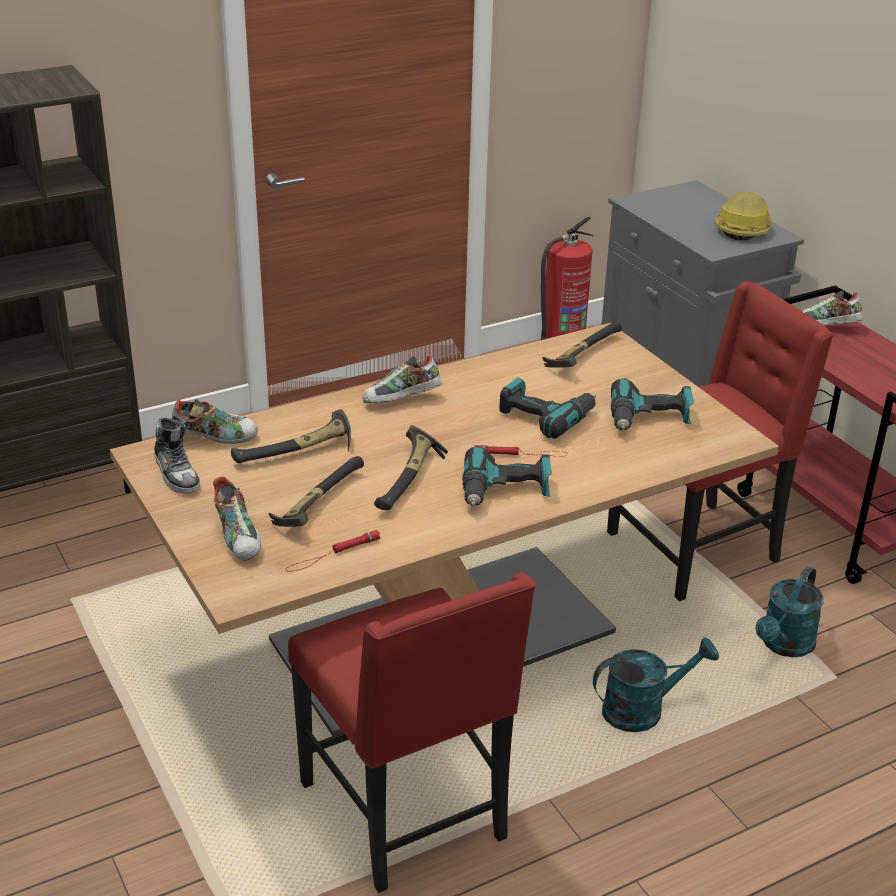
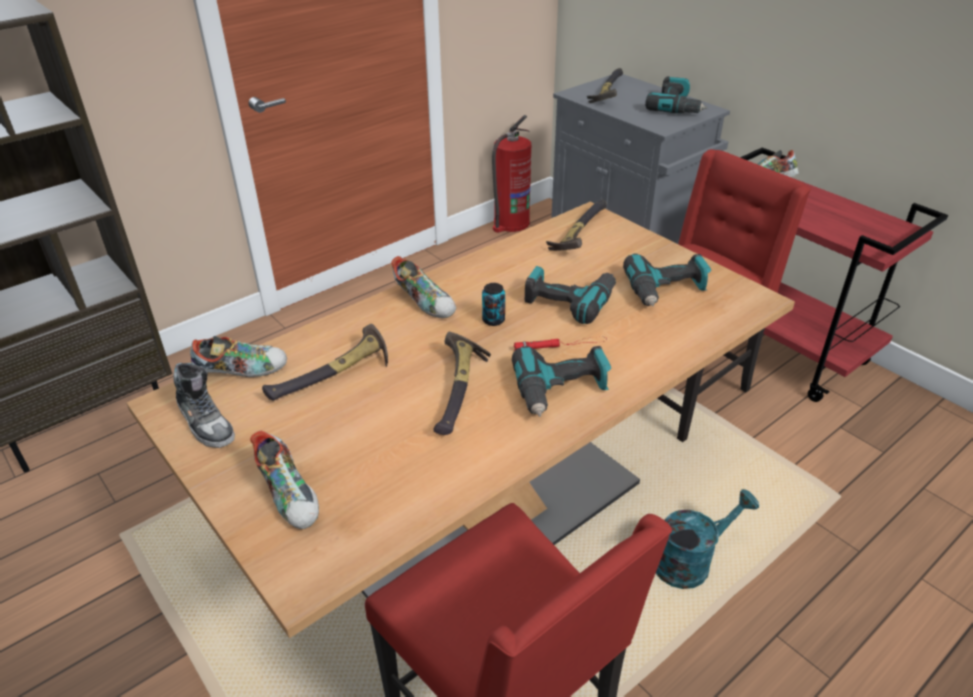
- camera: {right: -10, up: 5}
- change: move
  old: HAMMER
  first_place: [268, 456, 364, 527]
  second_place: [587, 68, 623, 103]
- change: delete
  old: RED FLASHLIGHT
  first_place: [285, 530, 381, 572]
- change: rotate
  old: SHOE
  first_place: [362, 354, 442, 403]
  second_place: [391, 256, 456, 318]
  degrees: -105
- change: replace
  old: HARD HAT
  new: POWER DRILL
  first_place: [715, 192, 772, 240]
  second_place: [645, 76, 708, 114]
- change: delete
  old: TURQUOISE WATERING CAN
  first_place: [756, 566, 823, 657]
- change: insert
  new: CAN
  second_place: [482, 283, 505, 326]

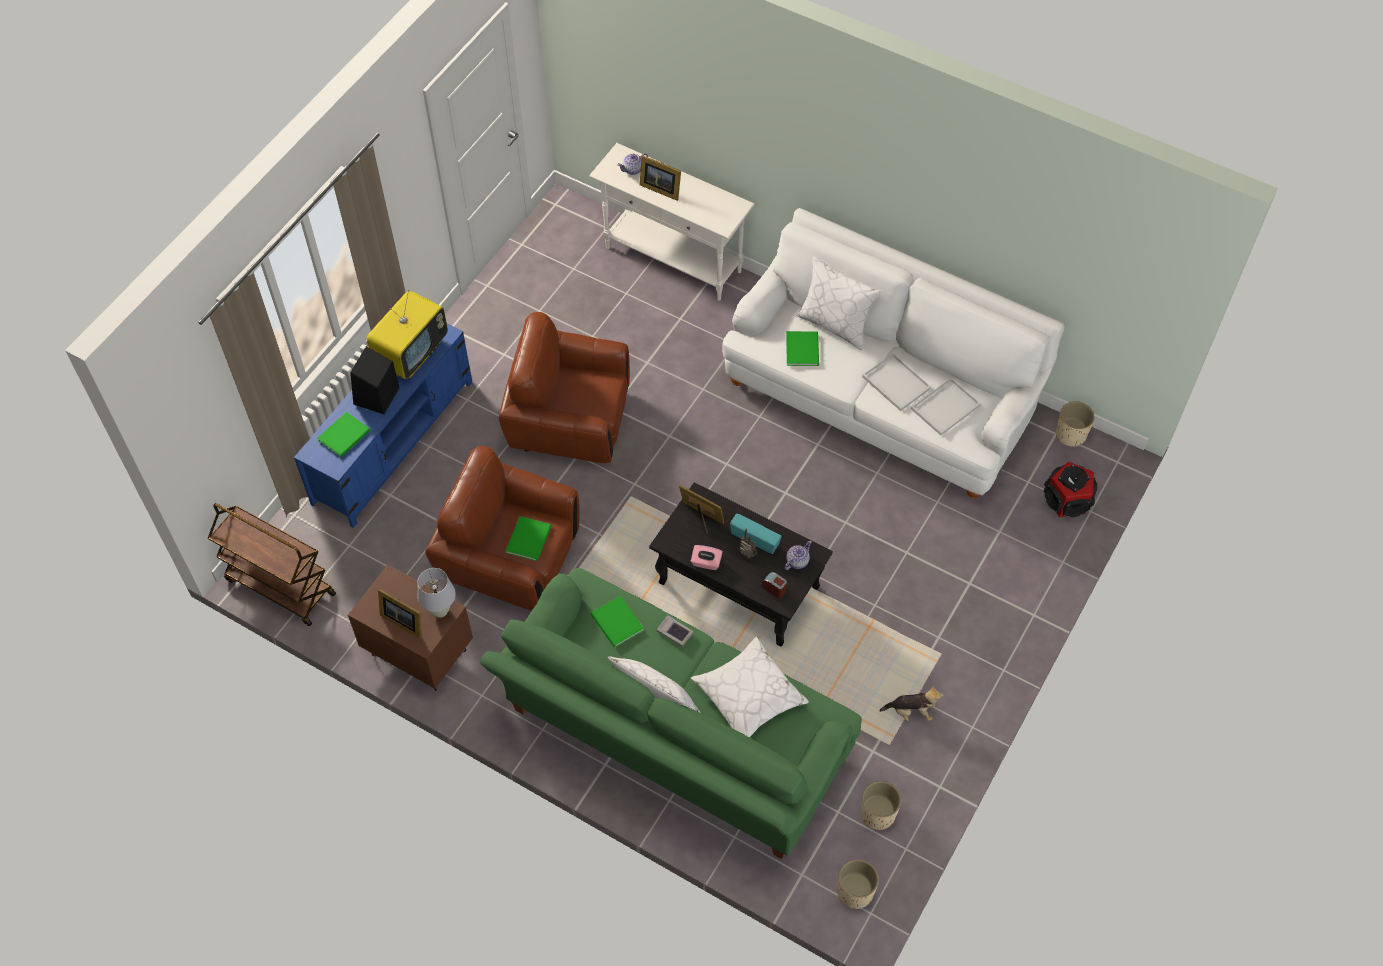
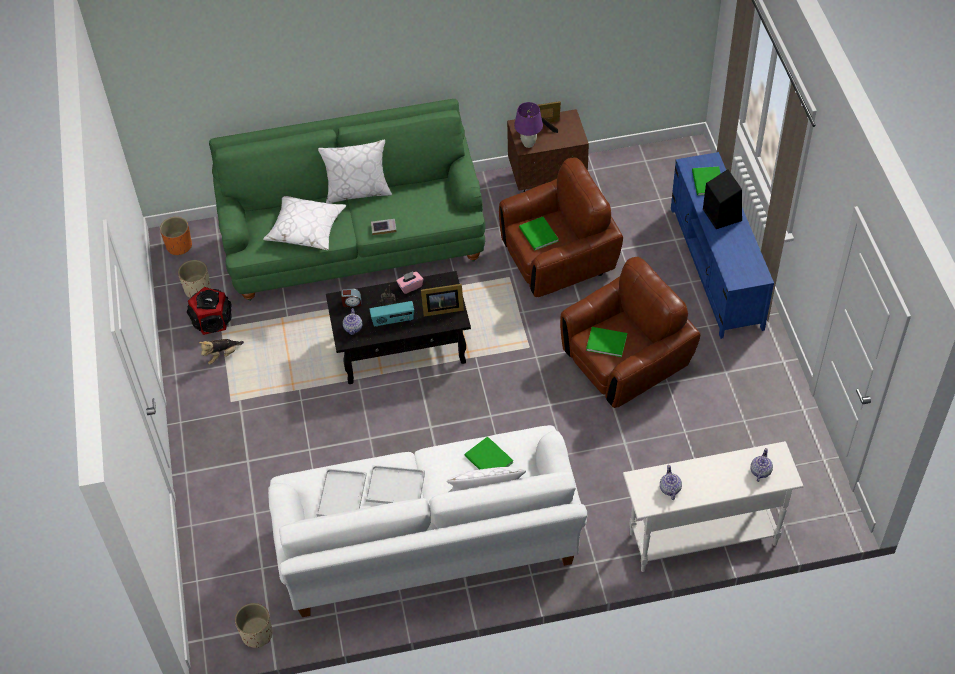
- camera: {right: 140, up: -5}
- change: delete
  old: BROWN CART
  first_place: [208, 503, 336, 626]
- change: delete
  old: TELEVISION
  first_place: [367, 290, 448, 379]
- change: recolor
  old: WHITE TABLE LAMP
  new: PURPLE TABLE LAMP
  first_place: [417, 568, 456, 618]
  second_place: [514, 102, 543, 148]
- change: move
  old: GREEN BOOK
  first_place: [591, 596, 644, 647]
  second_place: [586, 327, 627, 357]
- change: delete
  old: PICTURE FRAME
  first_place: [640, 155, 681, 201]
- change: recolor
  old: BEIGE PLANTER
  new: ORANGE PLANTER
  first_place: [837, 859, 879, 909]
  second_place: [160, 217, 192, 256]
- change: move
  old: SPEAKER
  first_place: [1044, 462, 1097, 517]
  second_place: [187, 287, 232, 335]
- change: insert
  new: TEAPOT
  second_place: [660, 465, 682, 500]

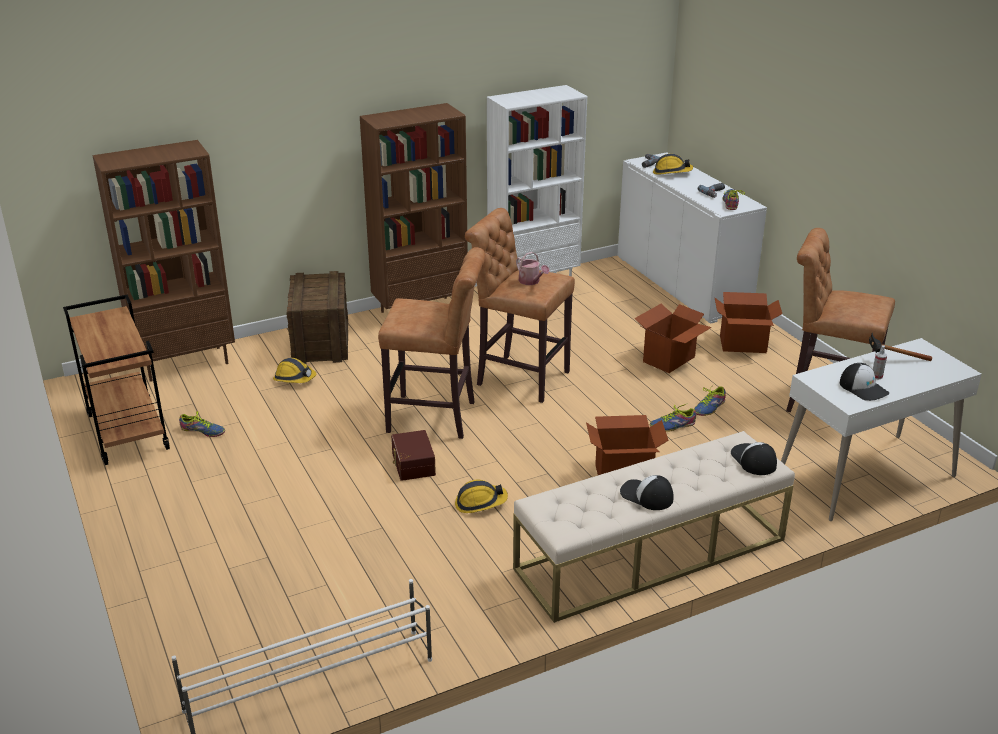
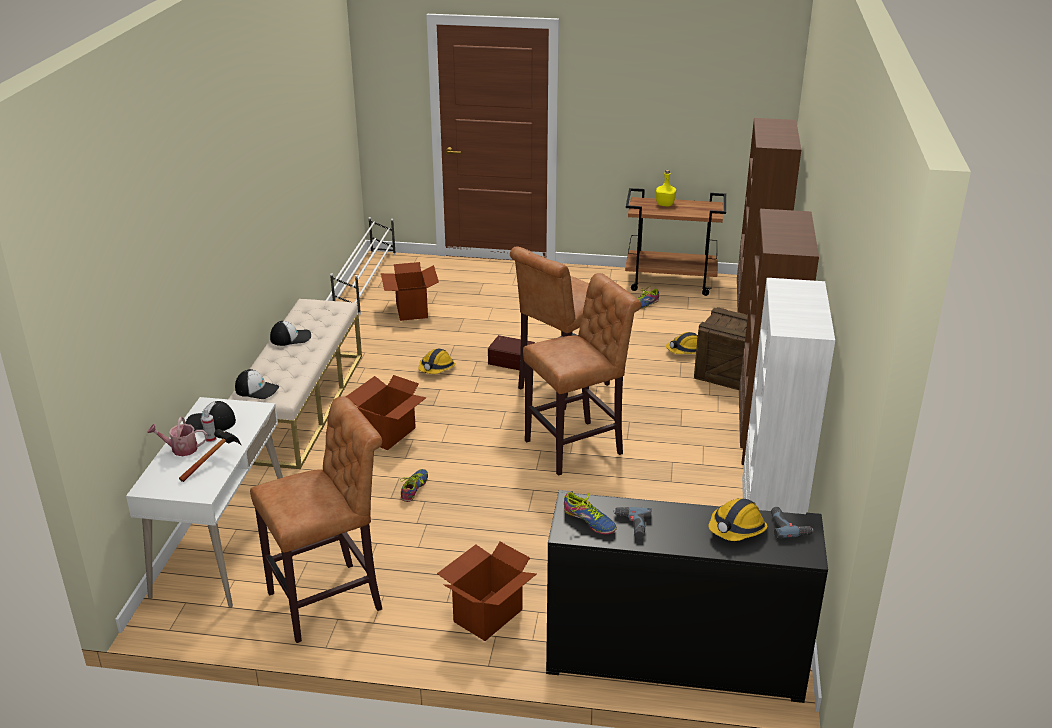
- camera: {right: 125, up: 0}
- change: move
  old: WATERING CAN
  first_place: [516, 252, 550, 285]
  second_place: [148, 417, 207, 456]
- change: recolor
  old: WHITE CABINET
  new: BLACK CABINET
  first_place: [618, 152, 767, 324]
  second_place: [546, 490, 828, 703]
- change: move
  old: CARDBOARD BOX
  first_place: [634, 304, 712, 373]
  second_place: [381, 262, 439, 321]
- change: delete
  old: SHOE
  first_place: [694, 384, 726, 416]
- change: insert
  new: YELLOW BOTTLE
  second_place: [656, 170, 676, 206]

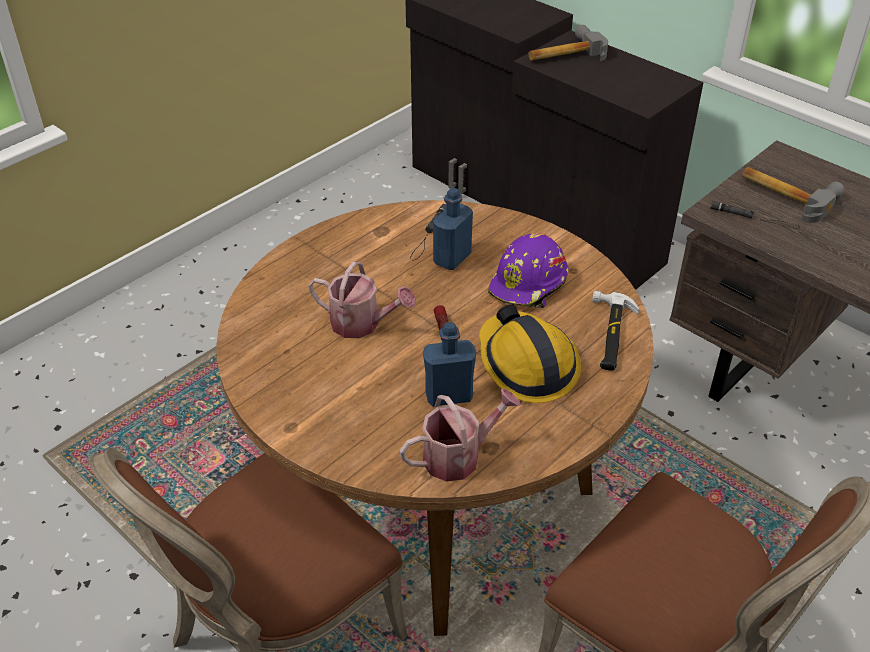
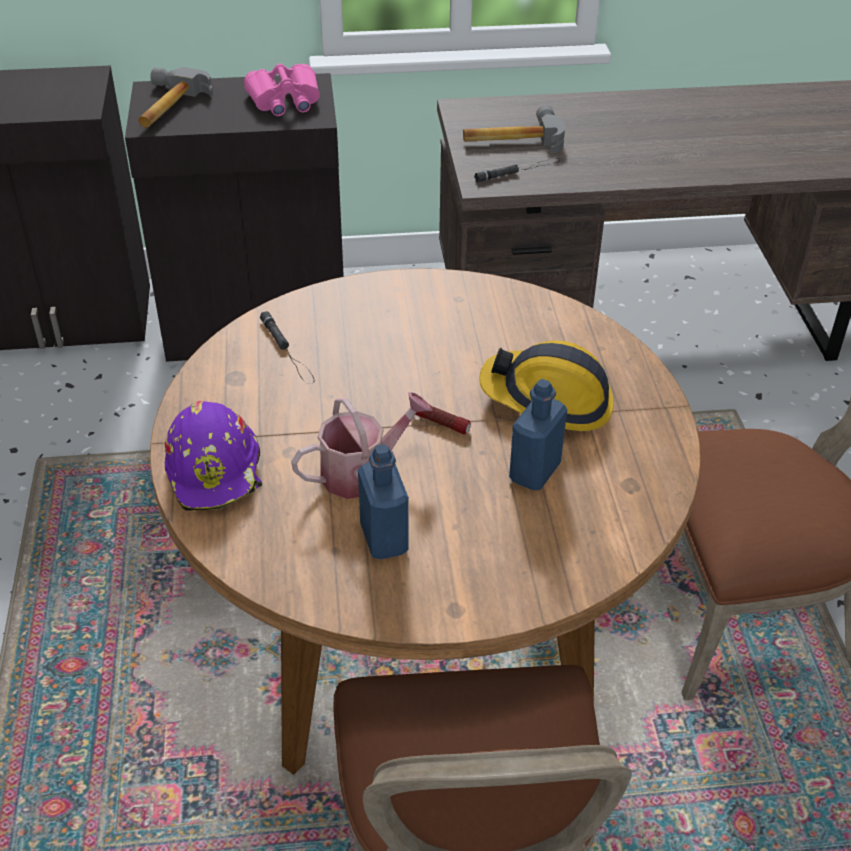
- camera: {right: -50, up: 0}
- change: delete
  old: WATERING CAN
  first_place: [400, 389, 521, 482]
- change: move
  old: BLUE BOTTLE
  first_place: [433, 187, 473, 270]
  second_place: [358, 444, 409, 559]
- change: move
  old: PURPLE HARD HAT
  first_place: [488, 233, 569, 308]
  second_place: [165, 401, 262, 511]
- change: delete
  old: HAMMER
  first_place: [592, 291, 639, 370]
- change: insert
  new: PINK BINOCULARS
  second_place: [244, 64, 320, 116]

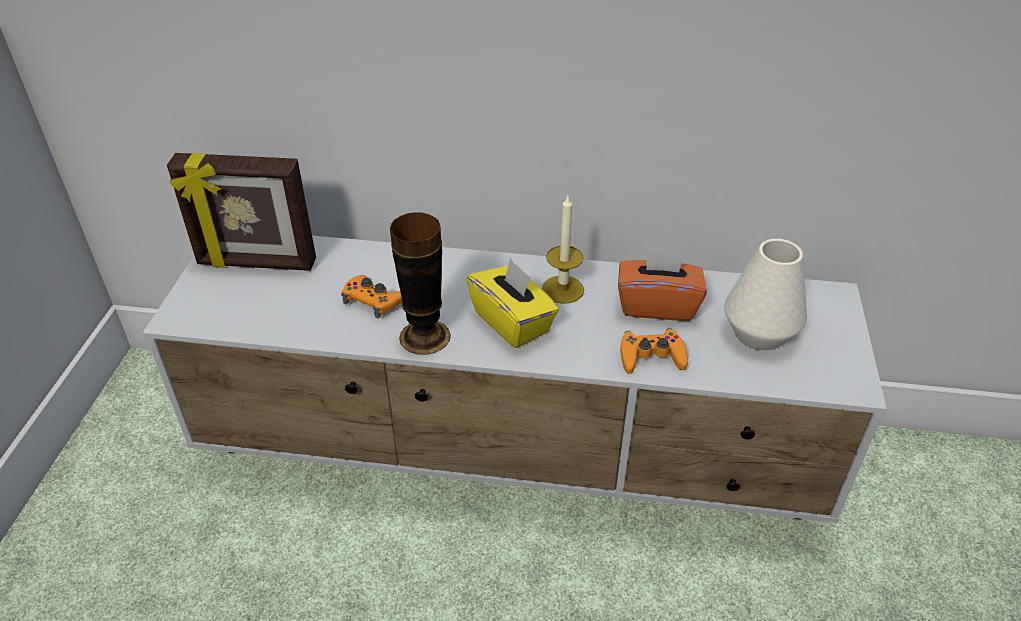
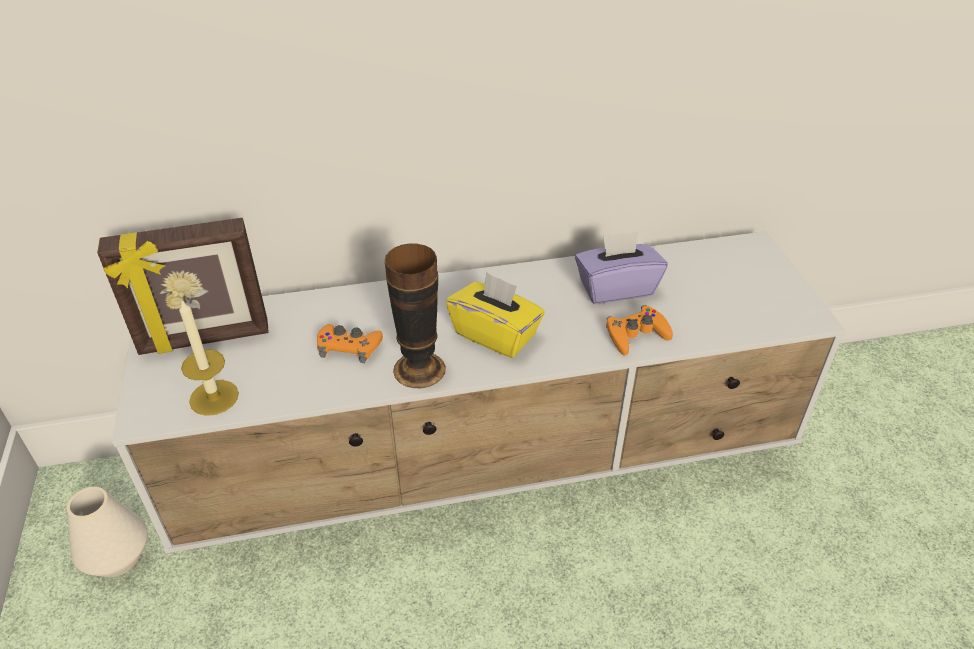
- camera: {right: -20, up: 0}
- change: move
  old: CANDLE
  first_place: [542, 196, 584, 304]
  second_place: [179, 299, 239, 416]
- change: recolor
  old: ORANGE TISSUE BOX
  new: PURPLE TISSUE BOX
  first_place: [618, 247, 707, 321]
  second_place: [575, 231, 667, 304]
- change: move
  old: WHITE VASE
  first_place: [724, 239, 807, 350]
  second_place: [67, 487, 148, 577]

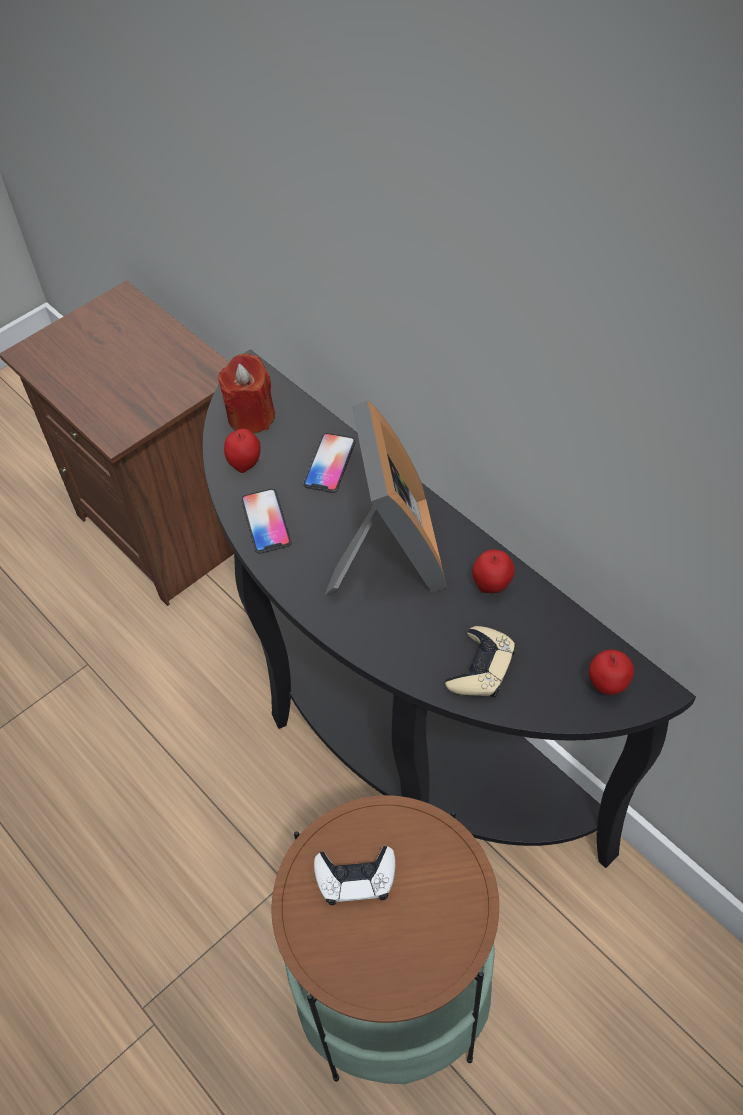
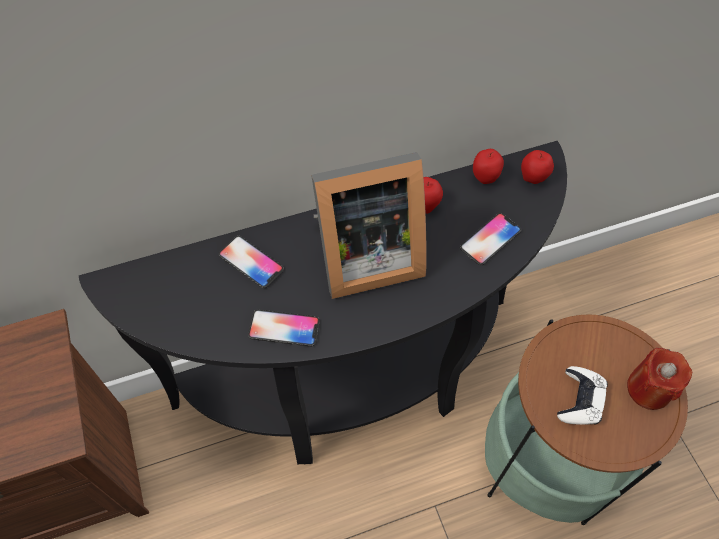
- camera: {right: -70, up: 5}
- change: move
  old: RED CANDLE
  first_place: [218, 354, 275, 434]
  second_place: [627, 348, 692, 410]
- change: move
  old: APPLE
  first_place: [224, 429, 260, 473]
  second_place: [473, 149, 504, 184]
- change: rotate
  old: PICTURE FRAME
  first_place: [325, 400, 446, 596]
  second_place: [311, 152, 427, 299]
  degrees: 150
- change: replace
  old: BEIGE GAME CONTROLLER
  new: PHONE
  first_place: [445, 626, 516, 698]
  second_place: [460, 213, 521, 265]

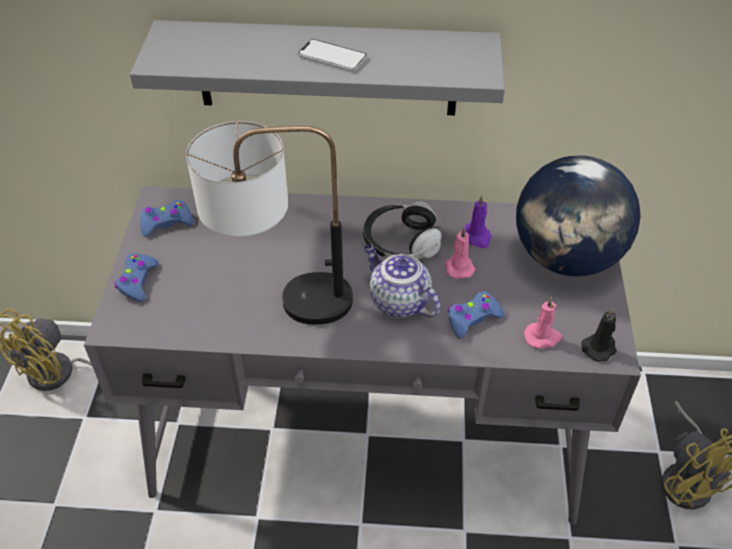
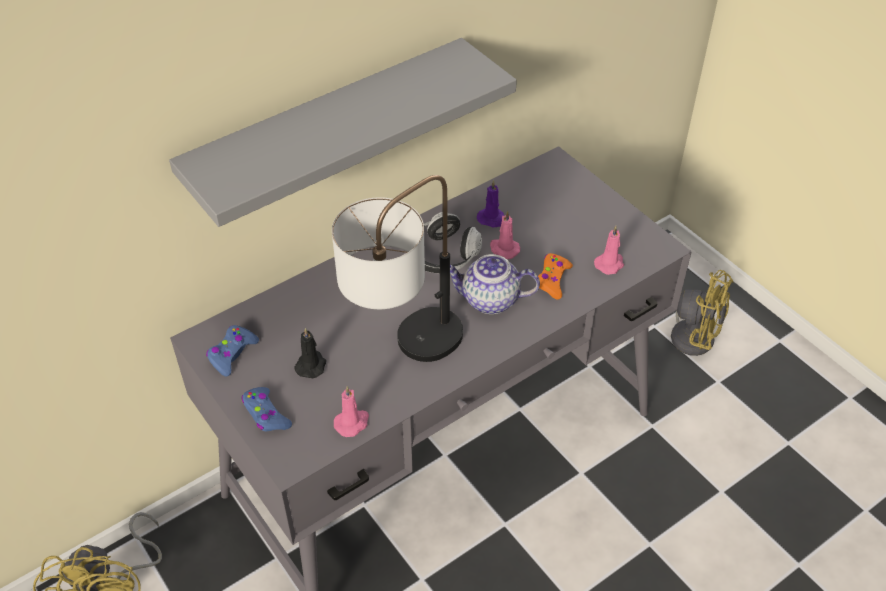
- camera: {right: -40, up: 0}
- change: delete
  old: PHONE
  first_place: [297, 39, 367, 71]
- change: recolor
  old: BLUE GAME CONTROLLER
  new: ORANGE GAME CONTROLLER
  first_place: [448, 291, 505, 339]
  second_place: [538, 253, 573, 300]
- change: delete
  old: GLOBE
  first_place: [516, 156, 641, 277]
- change: move
  old: BLACK CANDLE
  first_place: [581, 308, 617, 361]
  second_place: [294, 328, 326, 378]
- change: insert
  new: PINK CANDLE
  second_place: [334, 386, 369, 437]

